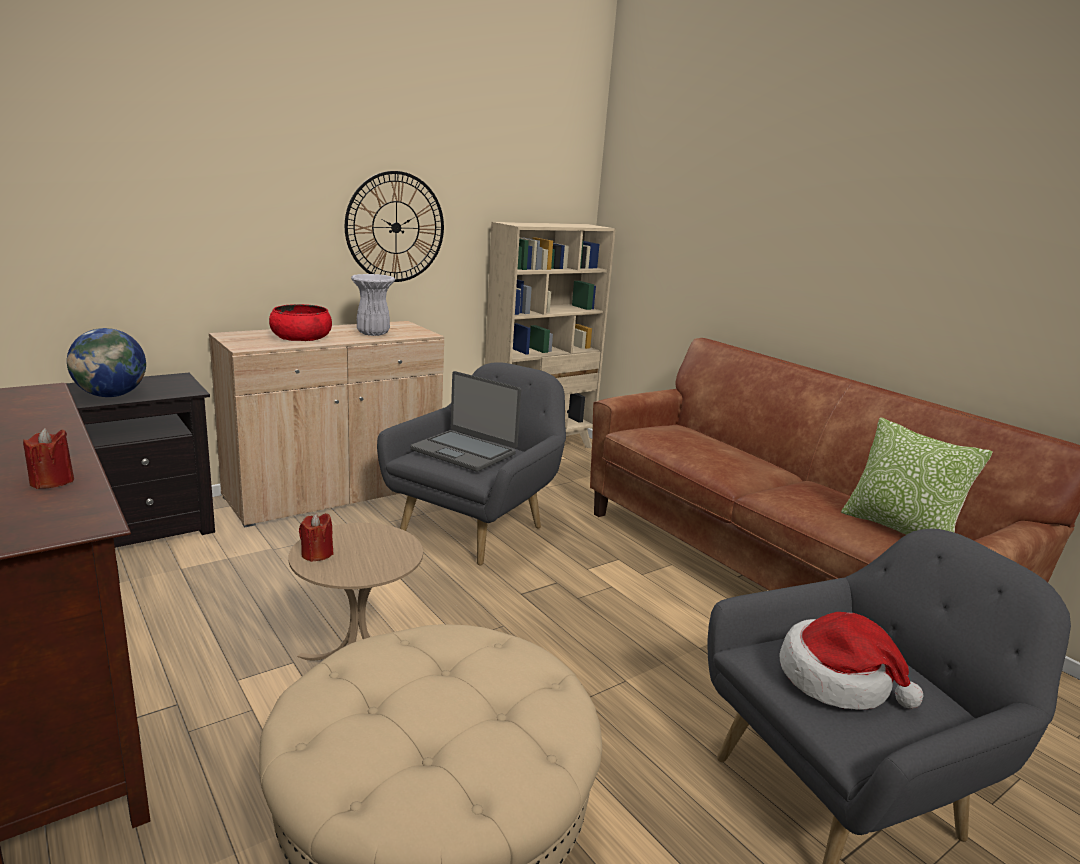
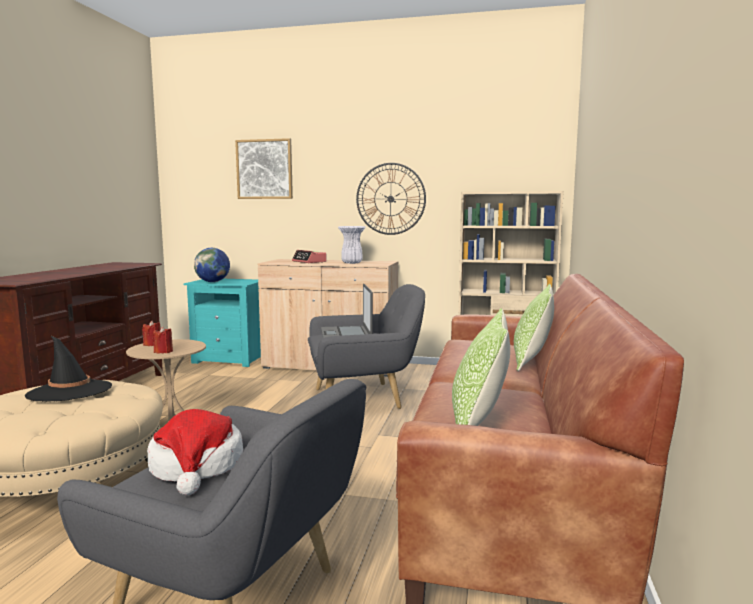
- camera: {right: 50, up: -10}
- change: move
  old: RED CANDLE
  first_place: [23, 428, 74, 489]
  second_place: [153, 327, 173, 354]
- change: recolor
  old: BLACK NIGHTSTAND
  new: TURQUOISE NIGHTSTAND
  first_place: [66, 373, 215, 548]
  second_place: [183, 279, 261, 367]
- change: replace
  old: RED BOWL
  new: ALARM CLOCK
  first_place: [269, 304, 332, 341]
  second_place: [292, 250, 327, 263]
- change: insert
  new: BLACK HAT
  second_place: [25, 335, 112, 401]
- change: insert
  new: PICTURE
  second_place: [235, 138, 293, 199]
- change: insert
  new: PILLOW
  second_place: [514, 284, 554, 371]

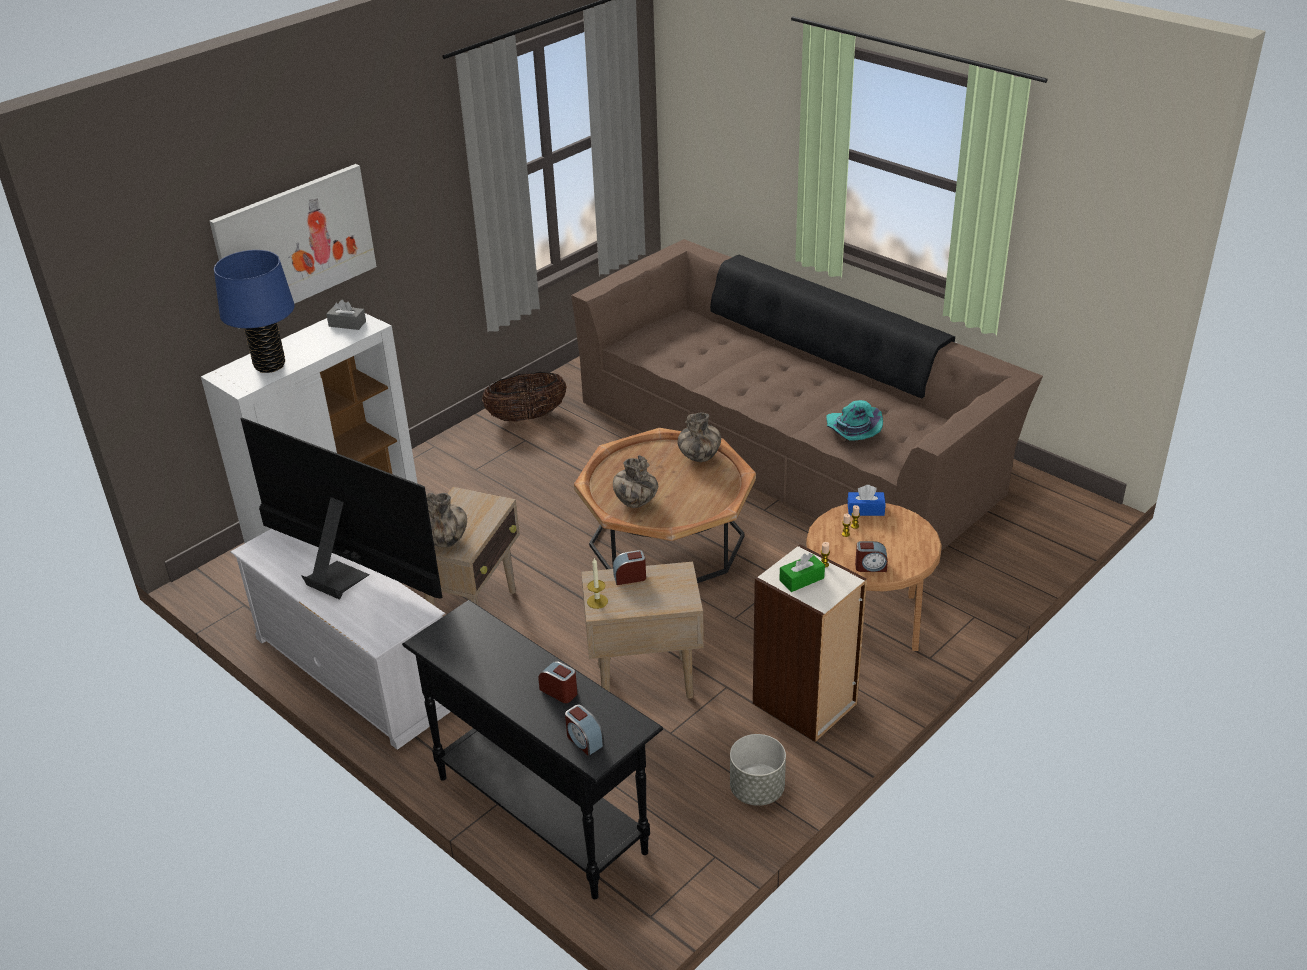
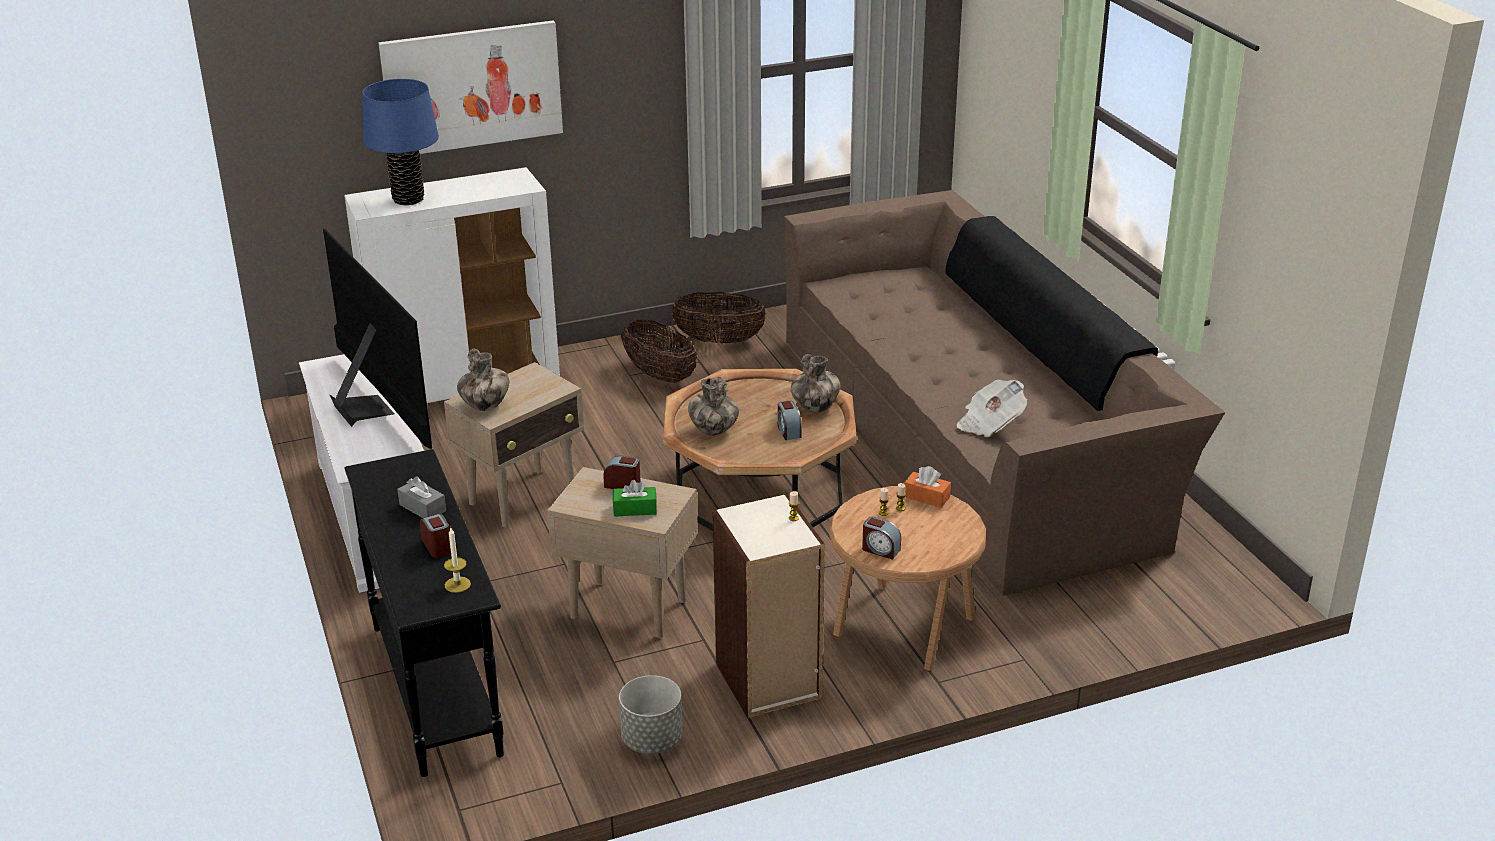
- camera: {right: 25, up: -5}
- change: move
  old: GREY TISSUE BOX
  first_place: [326, 299, 366, 330]
  second_place: [397, 476, 446, 518]
- change: move
  old: ALARM CLOCK
  first_place: [565, 705, 604, 756]
  second_place: [778, 401, 802, 440]
- change: move
  old: CANDLE
  first_place: [587, 558, 608, 609]
  second_place: [444, 528, 471, 593]
- change: move
  old: GREEN TISSUE BOX
  first_place: [779, 553, 825, 592]
  second_place: [613, 480, 657, 517]
- change: replace
  old: TURQUOISE HAT
  new: NEWSPAPER
  first_place: [826, 400, 883, 441]
  second_place: [957, 379, 1027, 437]
- change: recolor
  old: BLUE TISSUE BOX
  new: ORANGE TISSUE BOX
  first_place: [848, 485, 886, 516]
  second_place: [904, 466, 951, 508]
- change: insert
  new: BASKET
  second_place: [621, 320, 698, 383]

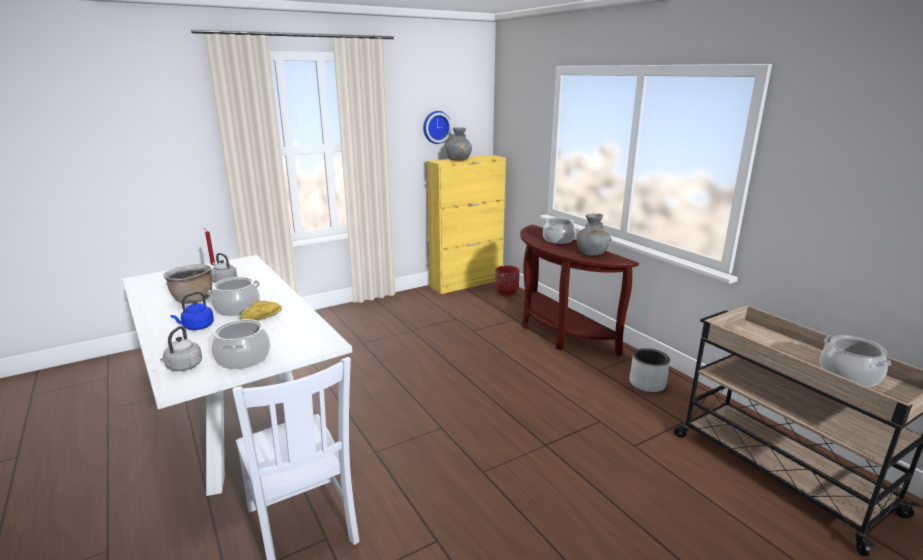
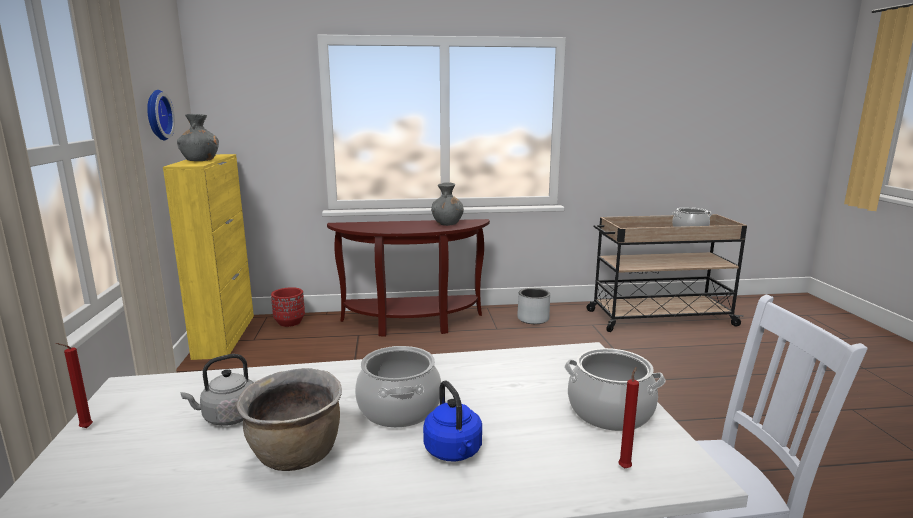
- camera: {right: -65, up: -5}
- change: replace
  old: GREY KETTLE
  new: RED CANDLE
  first_place: [160, 326, 202, 371]
  second_place: [618, 367, 639, 468]
- change: delete
  old: BREAD
  first_place: [240, 301, 282, 321]
- change: delete
  old: COOKING POT
  first_place: [543, 218, 576, 244]

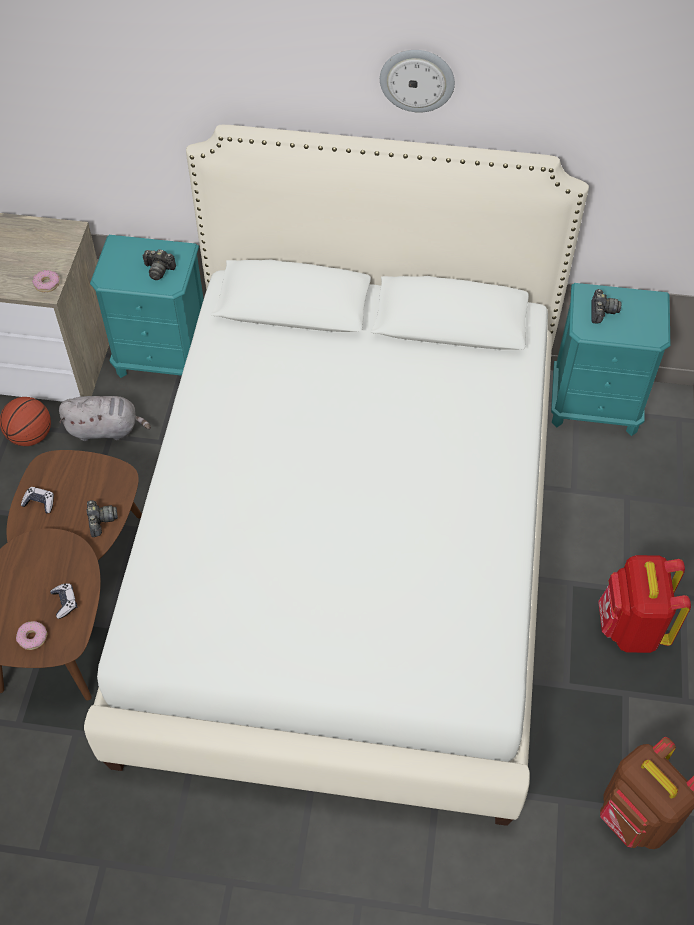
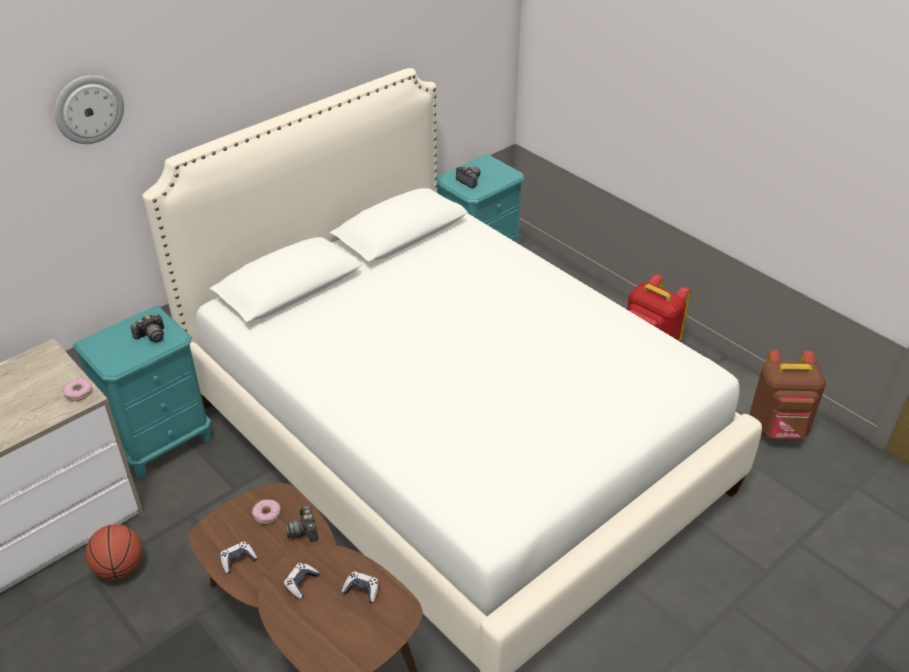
- camera: {right: -50, up: -15}
- change: move
  old: DONUT
  first_place: [16, 621, 47, 650]
  second_place: [252, 499, 281, 524]
- change: delete
  old: GREY PLUSH TOY
  first_place: [59, 396, 151, 441]
- change: rotate
  old: PHOTO CAMERA
  first_place: [87, 500, 118, 537]
  second_place: [285, 505, 318, 542]
  degrees: -135
- change: move
  old: WALL CLOCK
  first_place: [380, 50, 455, 113]
  second_place: [54, 75, 124, 144]
- change: insert
  new: GAME CONTROLLER
  second_place: [284, 563, 320, 599]

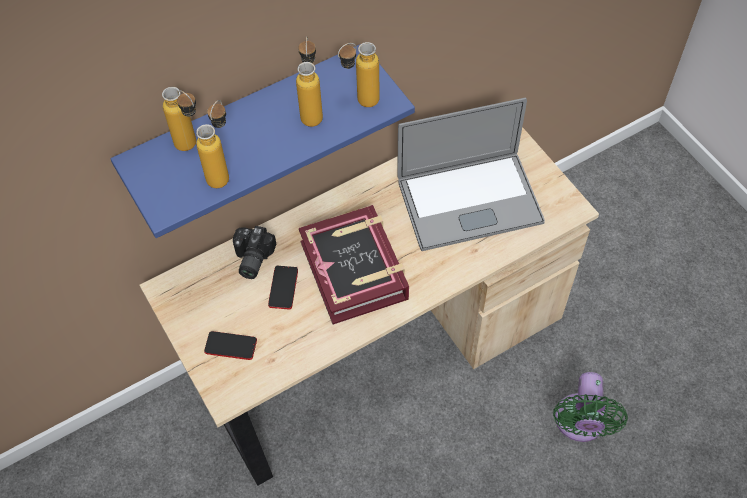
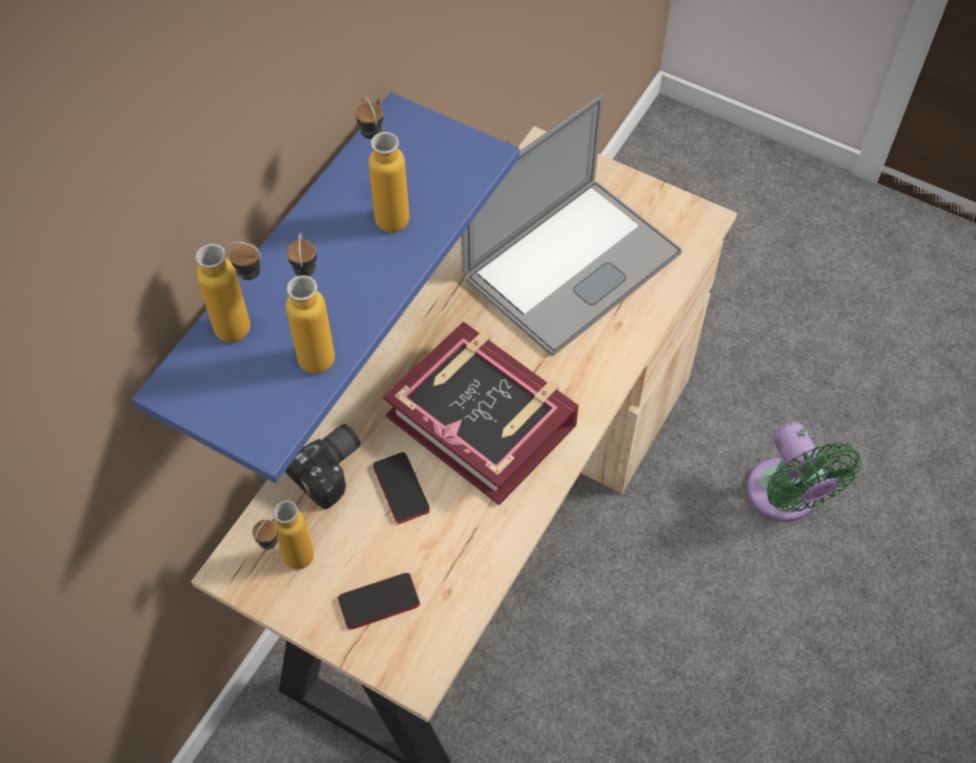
- camera: {right: -30, up: 0}
- change: rotate
  old: PHOTO CAMERA
  first_place: [233, 226, 276, 279]
  second_place: [285, 424, 361, 510]
  degrees: -120
- change: move
  old: BOTTLE
  first_place: [338, 42, 380, 107]
  second_place: [253, 501, 314, 569]

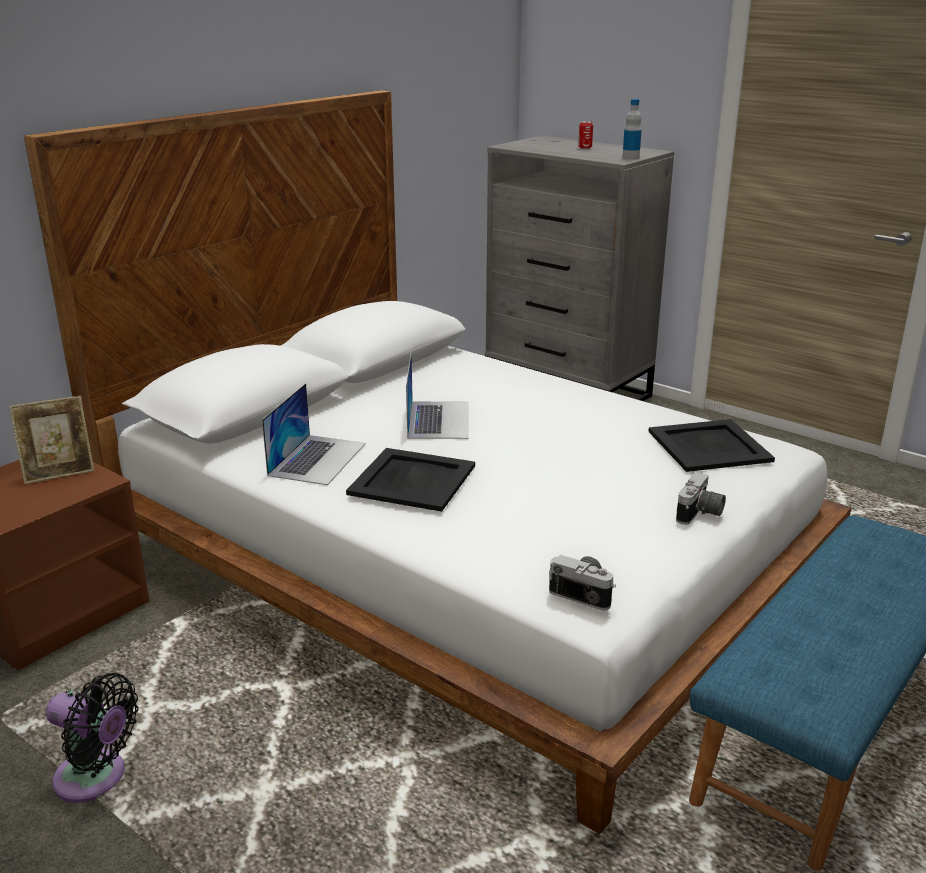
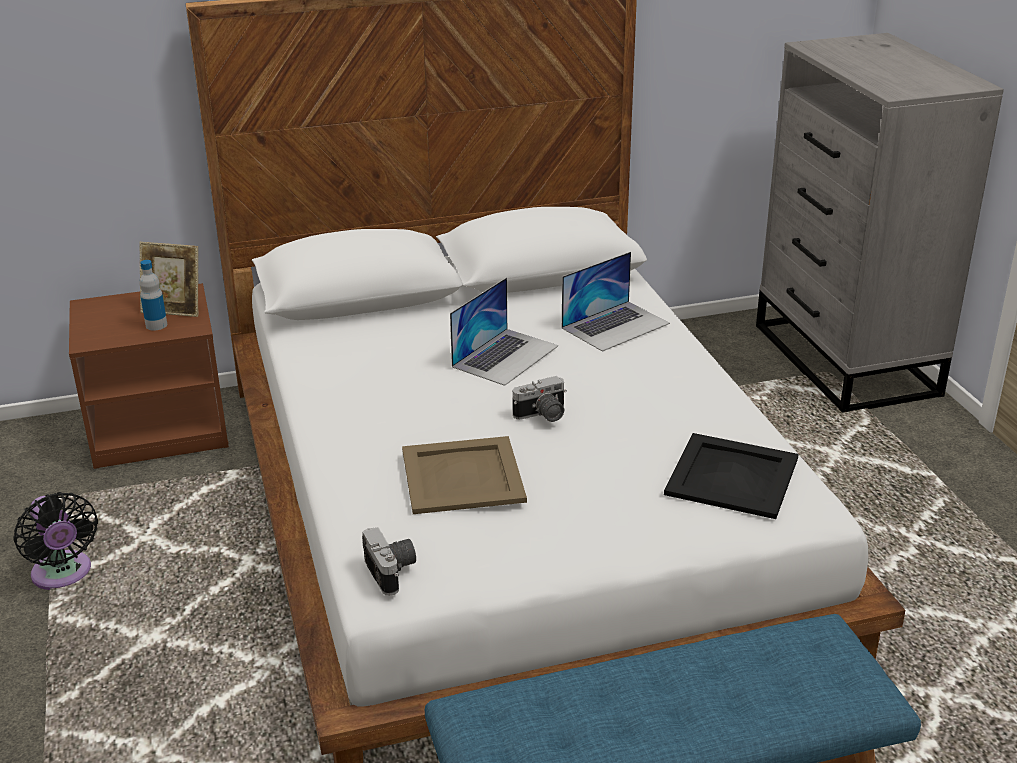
- camera: {right: 35, up: 5}
- change: move
  old: LAPTOP
  first_place: [262, 383, 365, 485]
  second_place: [562, 252, 670, 352]
- change: delete
  old: BLACK TRAY
  first_place: [346, 448, 475, 512]
- change: delete
  old: CAN
  first_place: [578, 121, 593, 149]
- change: move
  old: BOTTLE
  first_place: [622, 99, 642, 160]
  second_place: [139, 260, 167, 330]
- change: move
  old: PHOTO CAMERA
  first_place: [676, 472, 726, 525]
  second_place: [513, 376, 567, 422]
- change: insert
  new: BEIGE TRAY
  second_place: [402, 436, 527, 514]

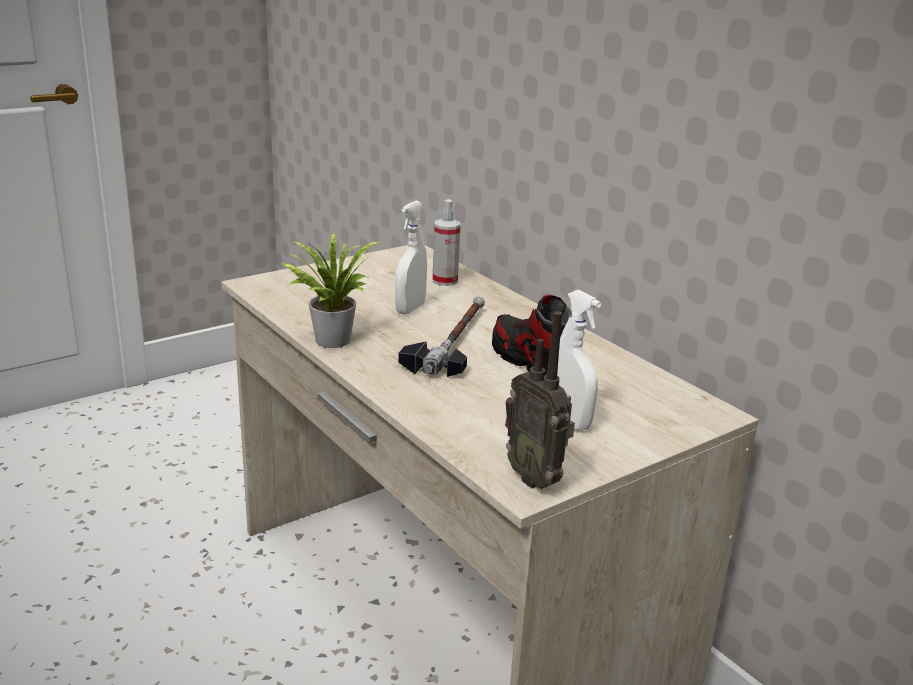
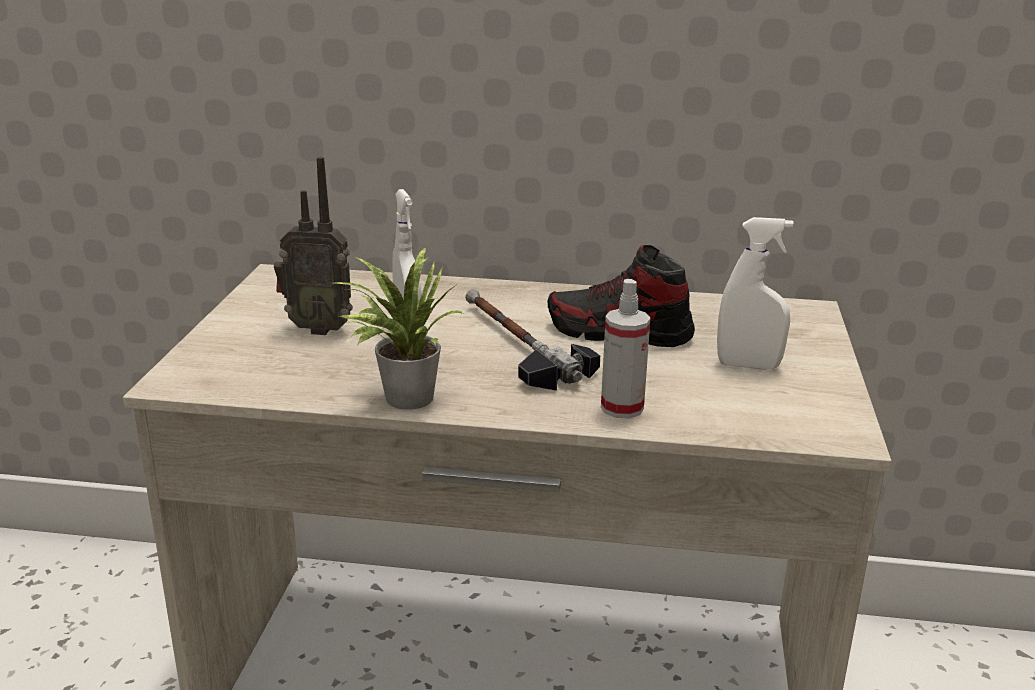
- camera: {right: -45, up: 0}
- change: move
  old: SPRAY BOTTLE
  first_place: [432, 199, 461, 286]
  second_place: [601, 279, 650, 418]
- change: move
  old: RADIO
  first_place: [505, 311, 575, 489]
  second_place: [274, 157, 353, 335]

